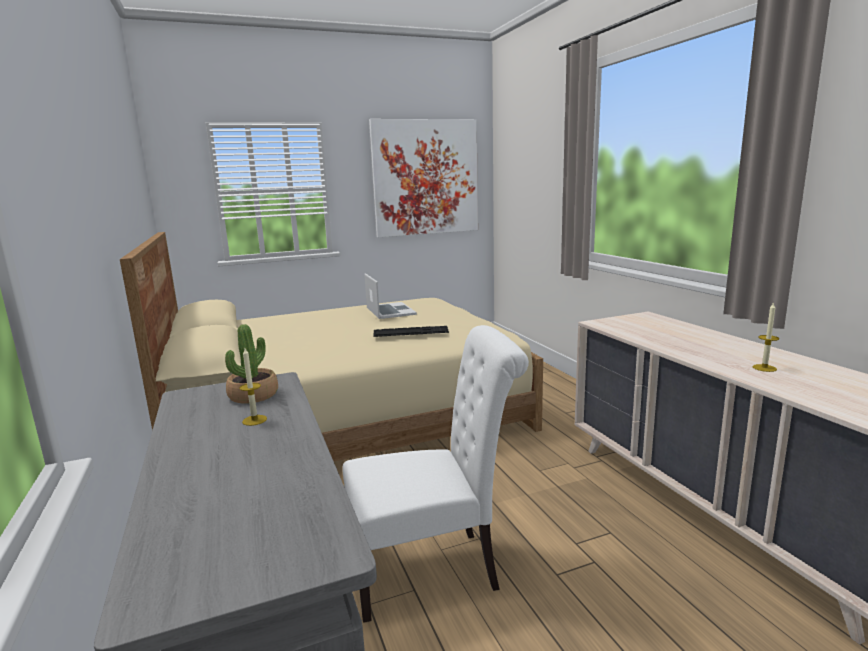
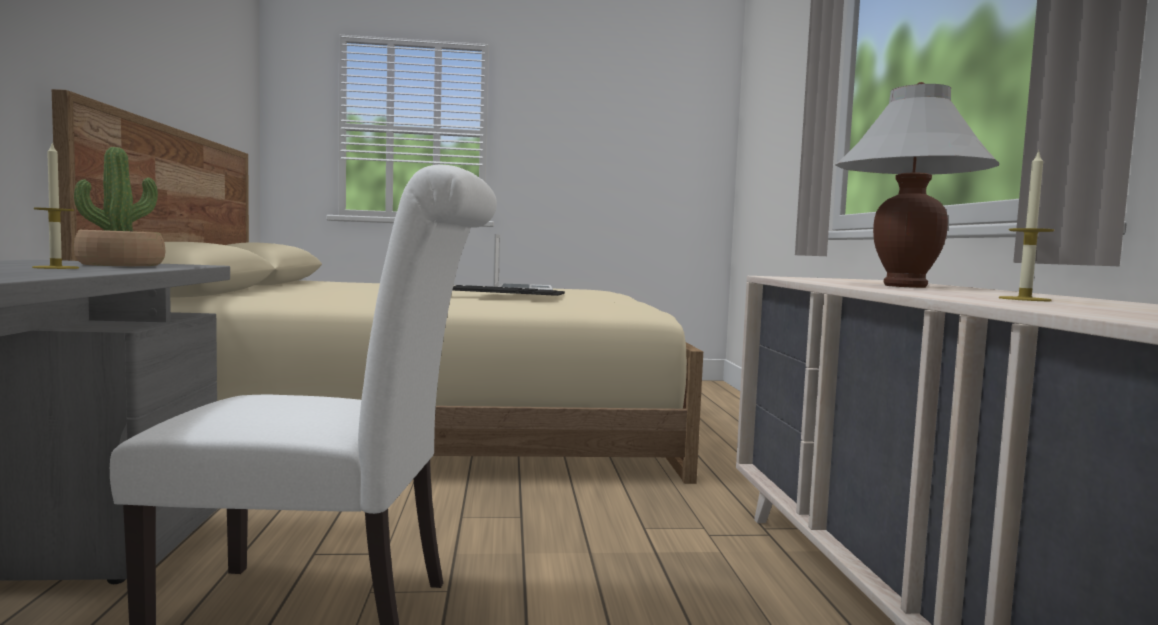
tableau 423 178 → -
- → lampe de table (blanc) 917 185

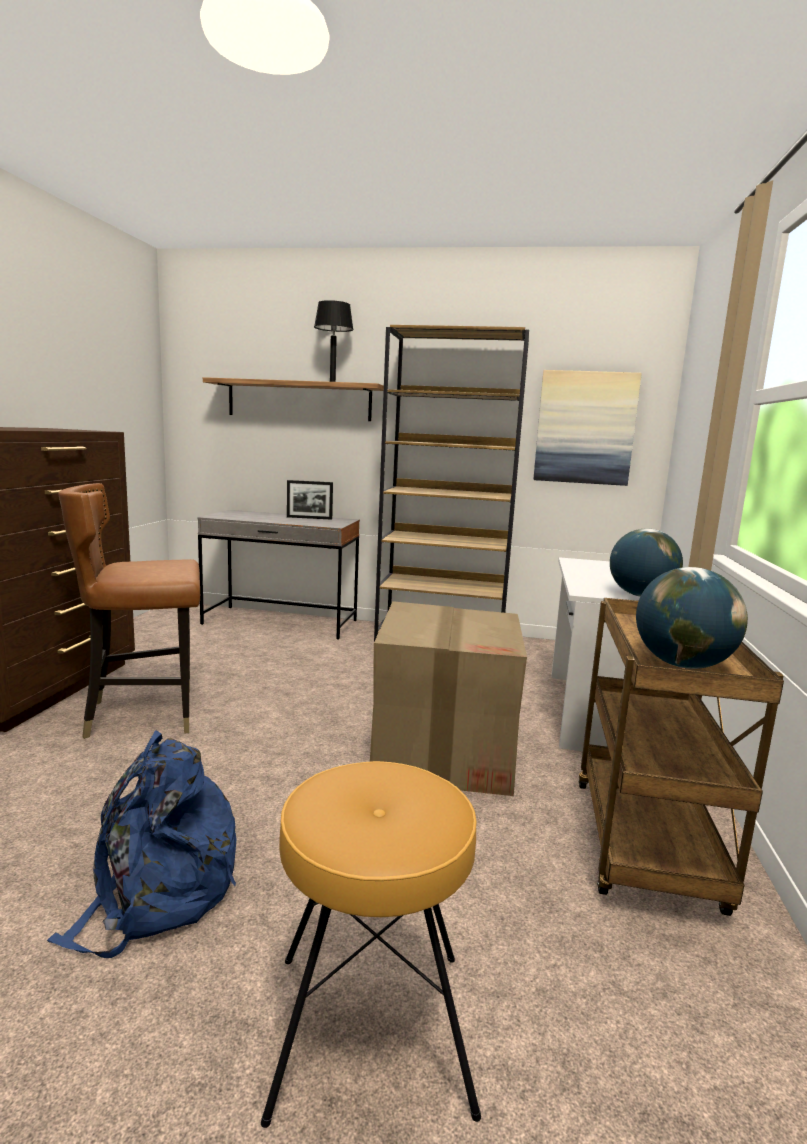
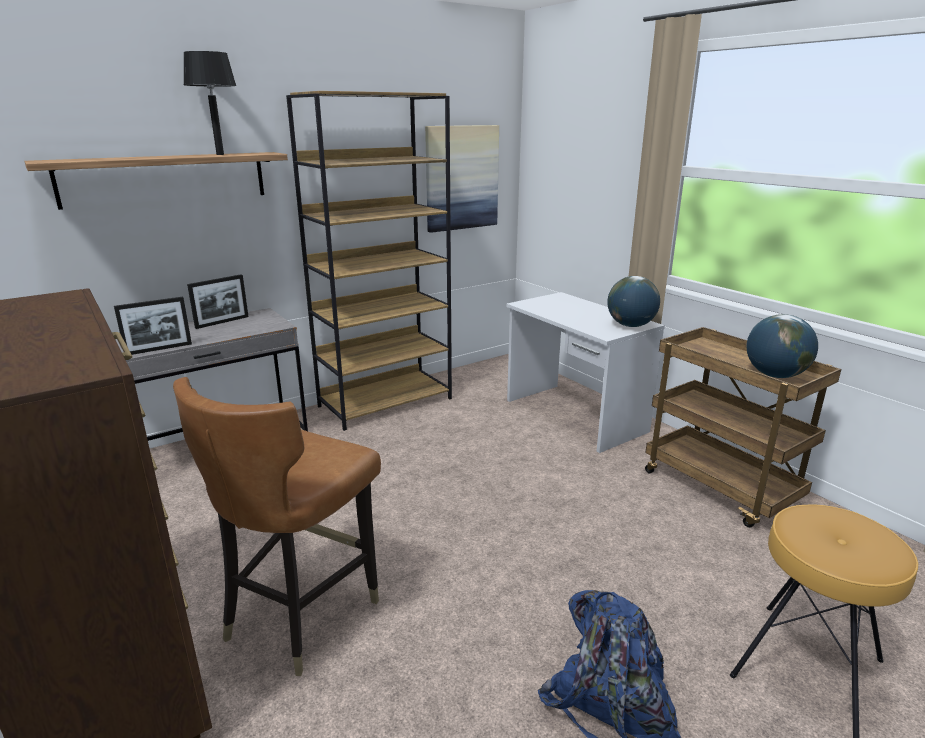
carton 448 698 → -
- → cadre photo 153 325

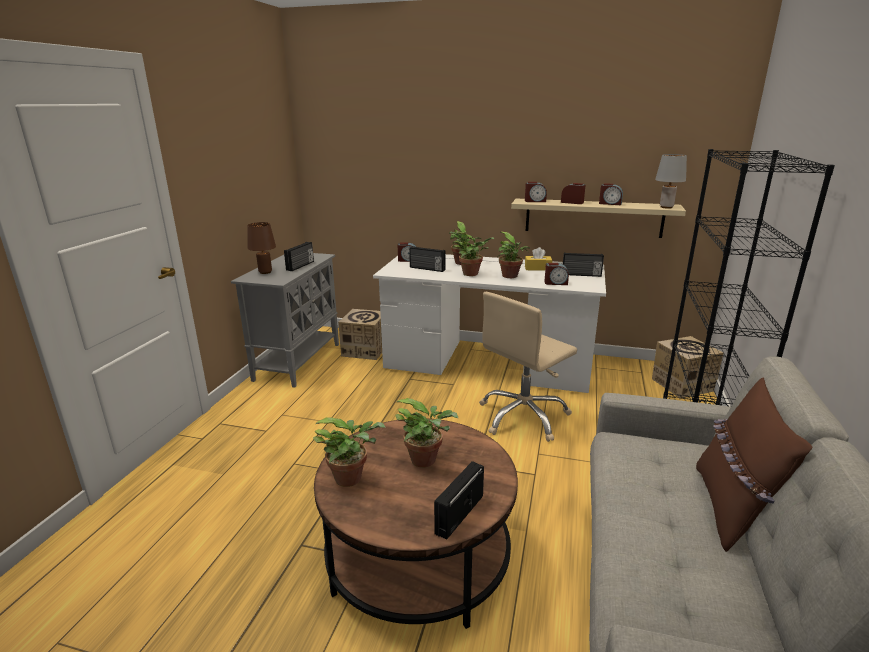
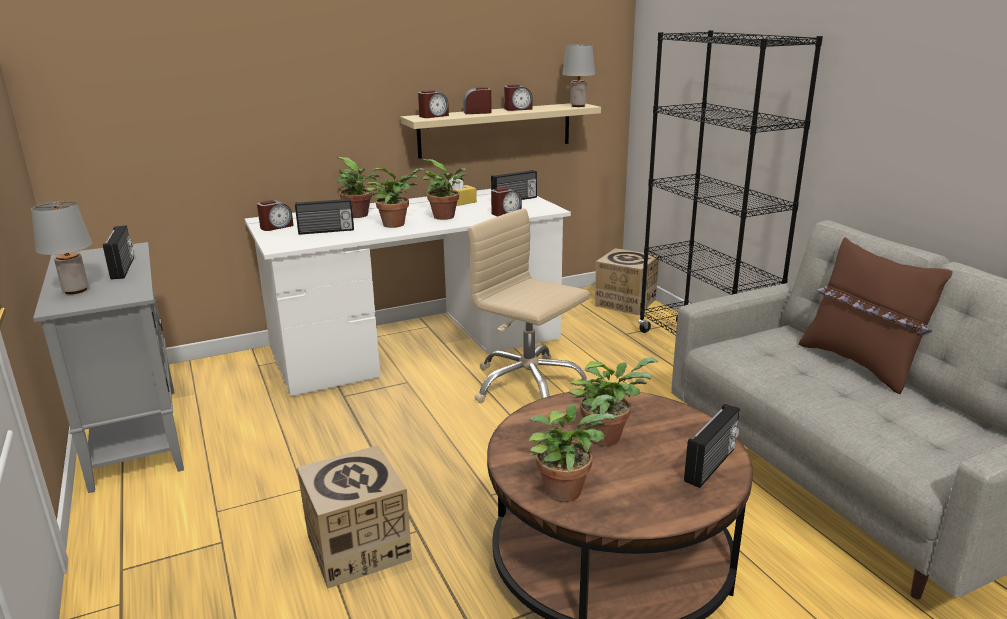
lampe de table (marron) 261 248 → lampe de table (gris) 61 247
chaise de bureau (beige) 528 367 → chaise de bureau (beige) 529 305, 120 degrees clockwise
carton 360 334 → carton 354 517, move
radio 459 500 → radio 712 446, 135 degrees counterclockwise

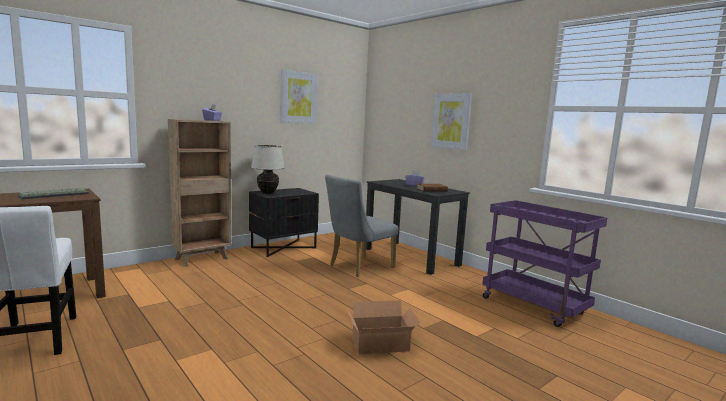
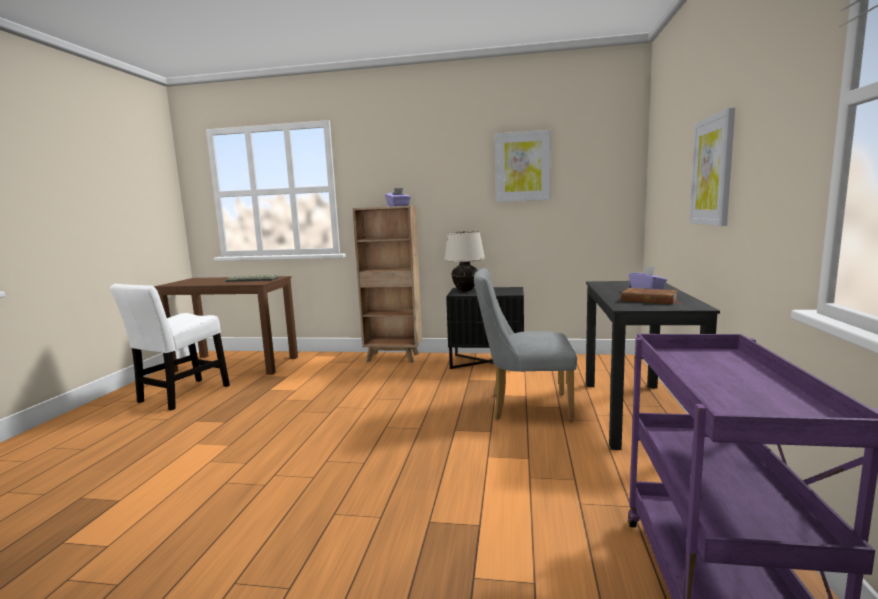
carton 384 327 → -

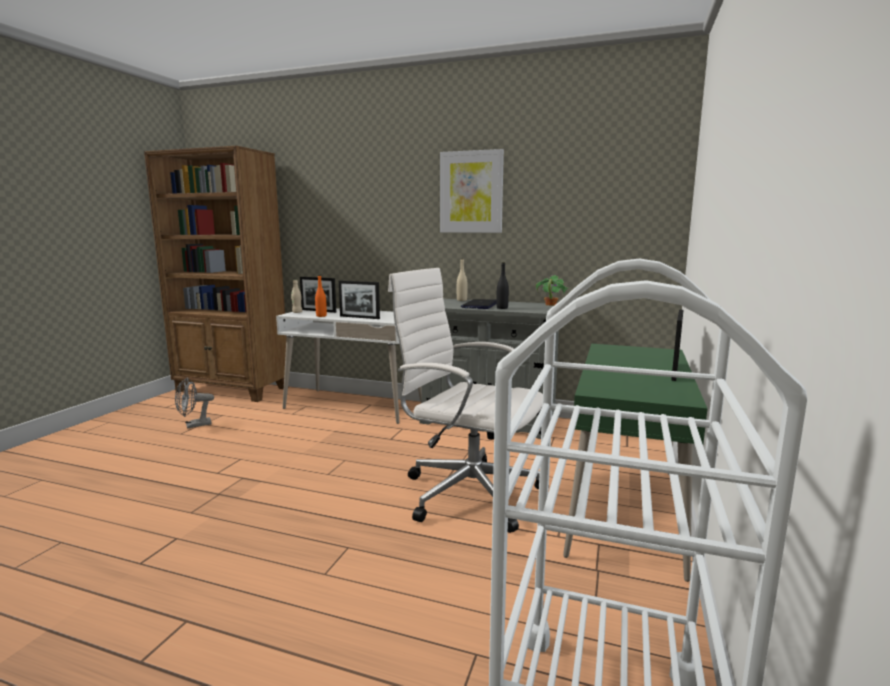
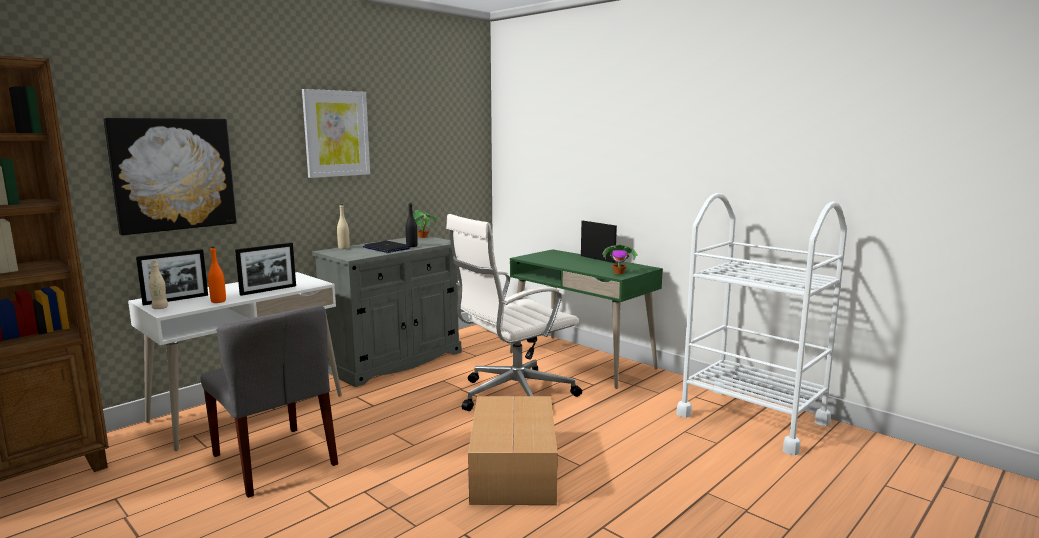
ventilateur (gris) 194 403 → -
- → tableau 170 176
- → plante en pot 620 259
- → chaise (gris) 269 401
- → carton 513 450

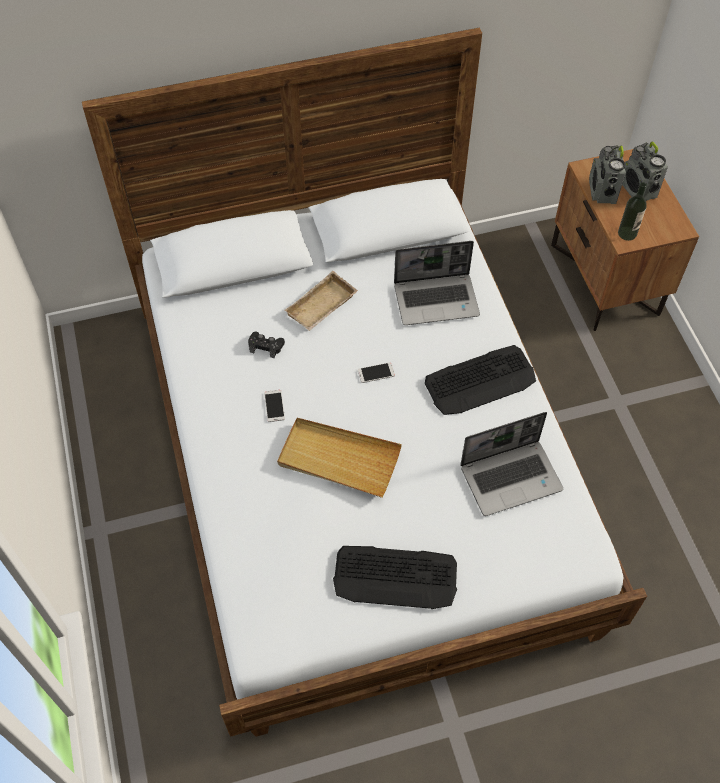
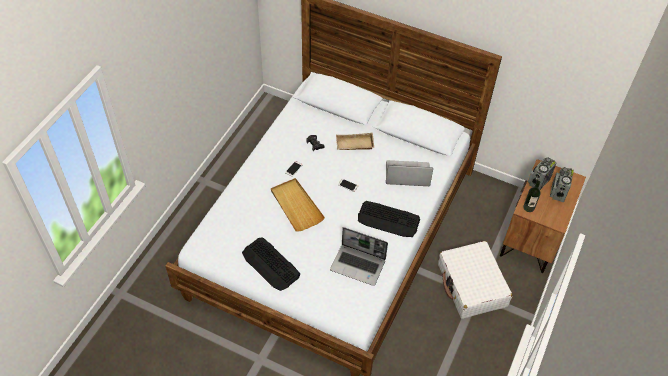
ordinateur portable 437 283 → ordinateur portable 409 173, 150 degrees clockwise
- → valise (blanc) 475 280

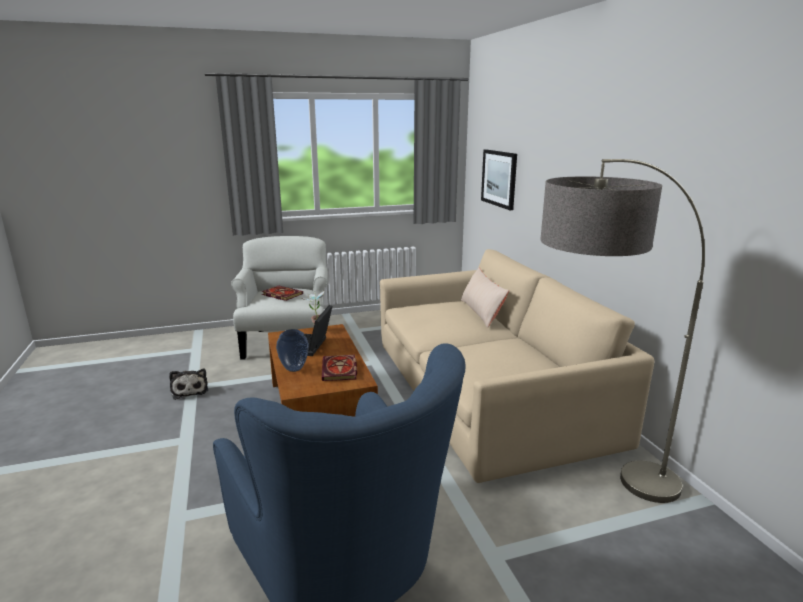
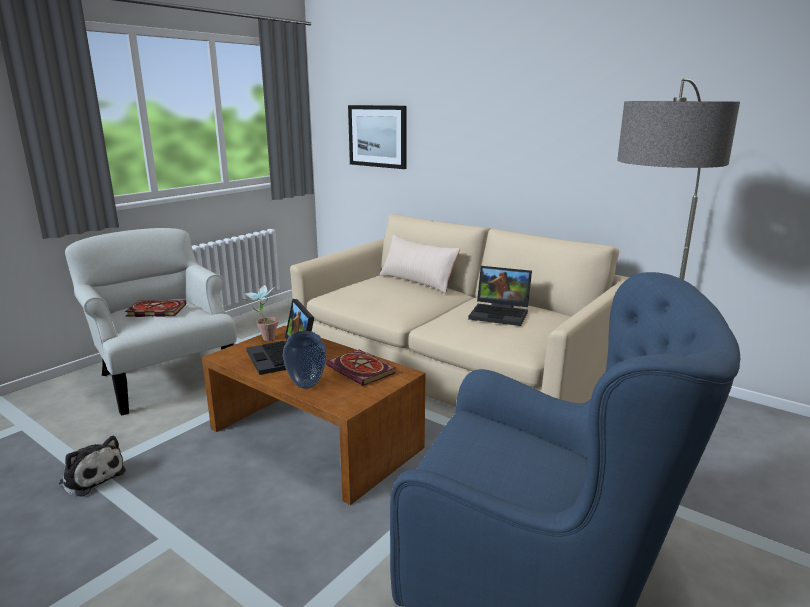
- → ordinateur portable 500 296

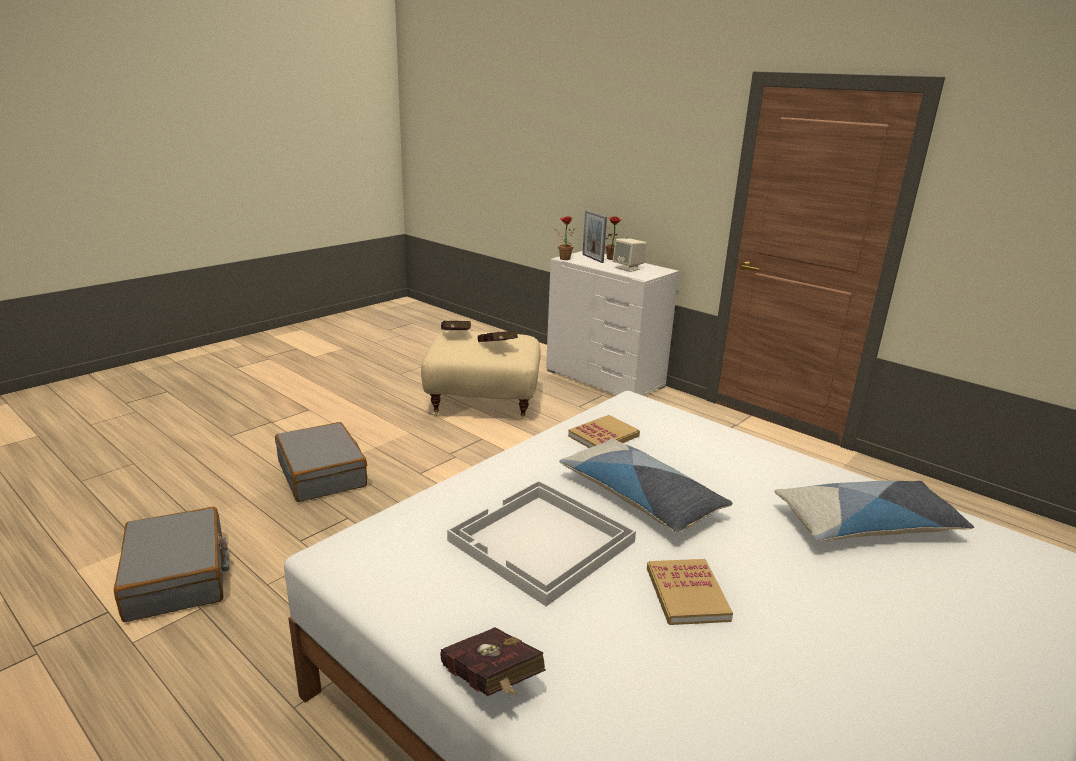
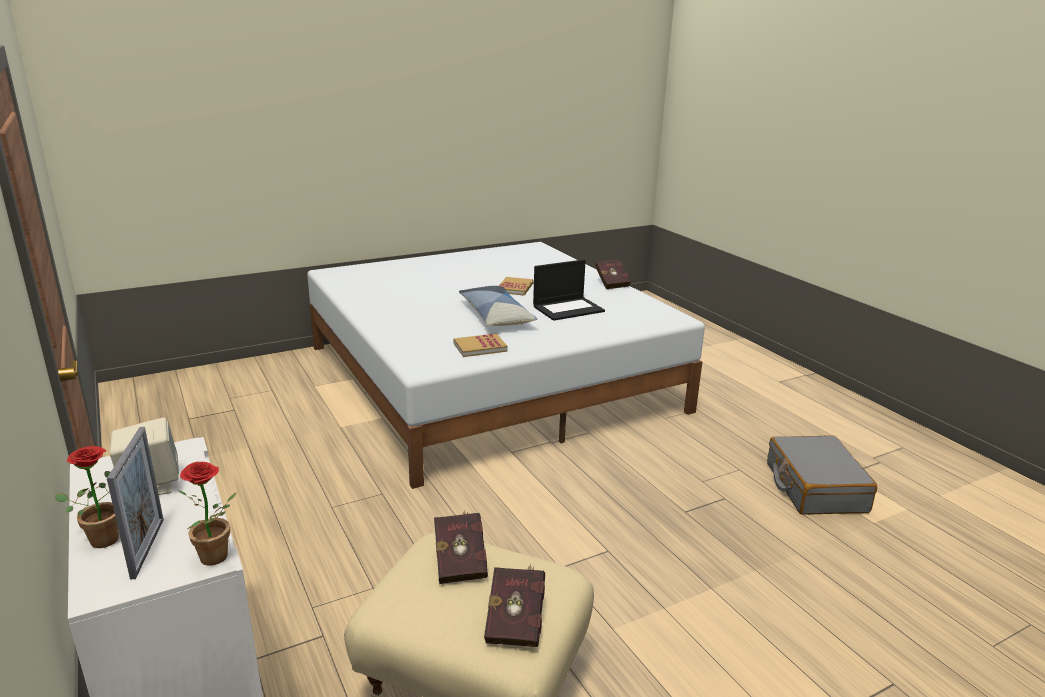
valise (gris) 321 462 → -
plateau (blanc) 541 543 → ordinateur portable 569 290
coussin 874 511 → -

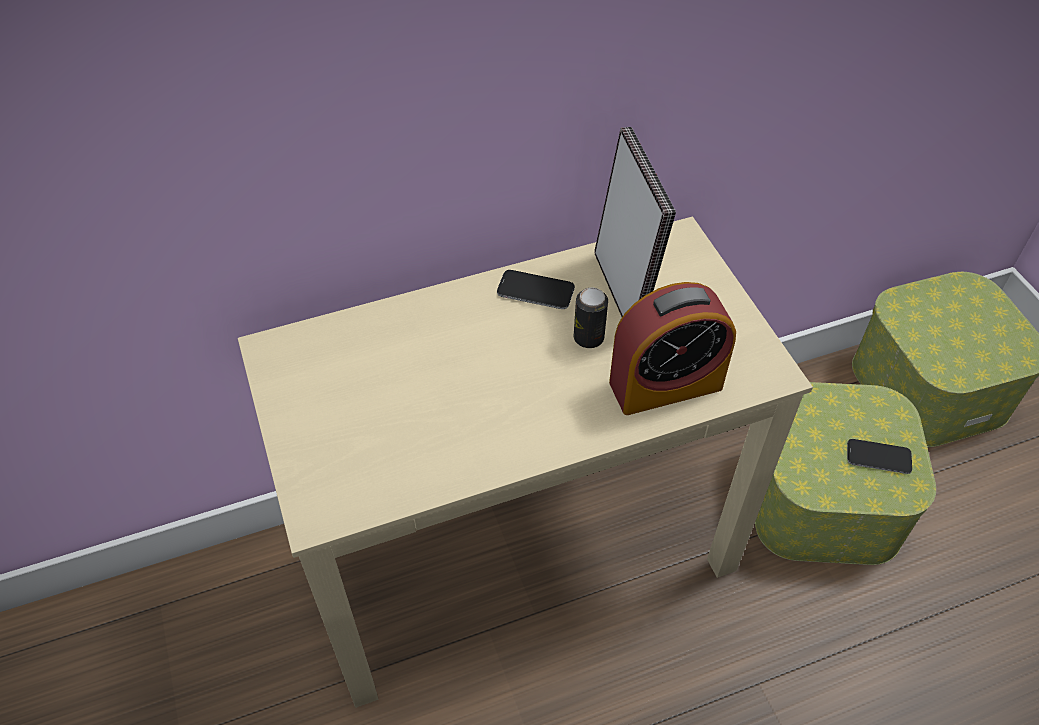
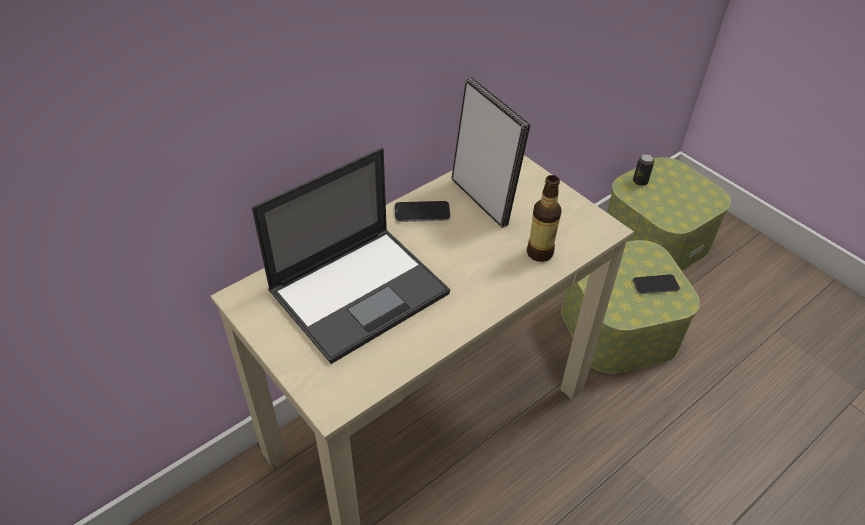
réveil 672 348 → bouteille 544 218
boîte métallique 591 318 → boîte métallique 644 170, move
- → ordinateur portable 350 256

